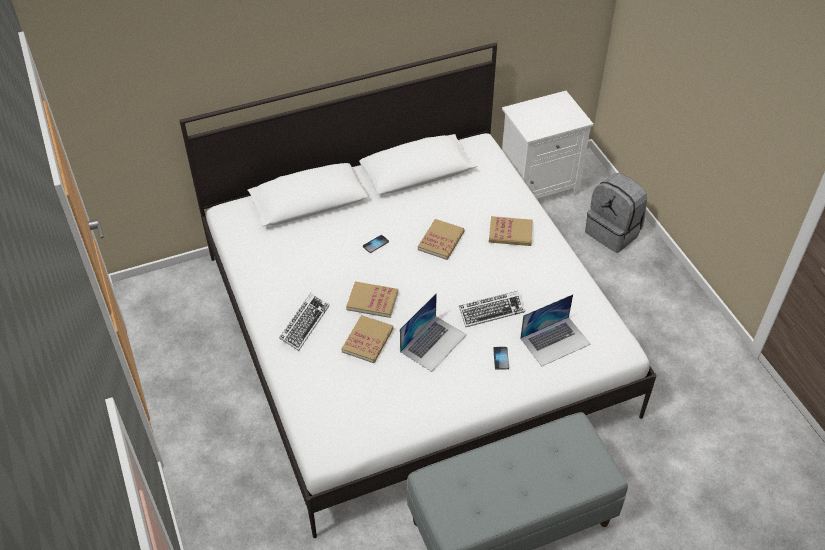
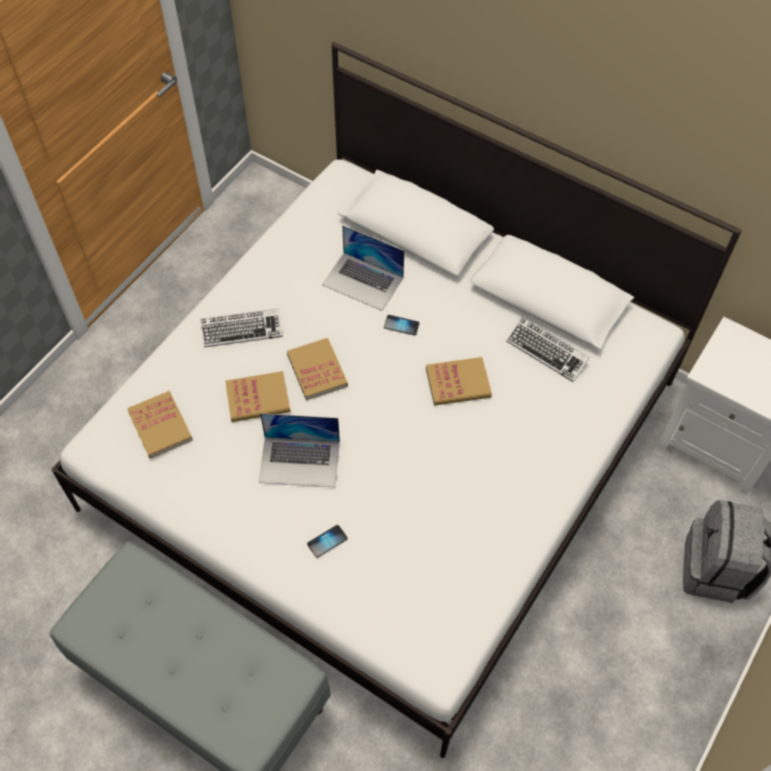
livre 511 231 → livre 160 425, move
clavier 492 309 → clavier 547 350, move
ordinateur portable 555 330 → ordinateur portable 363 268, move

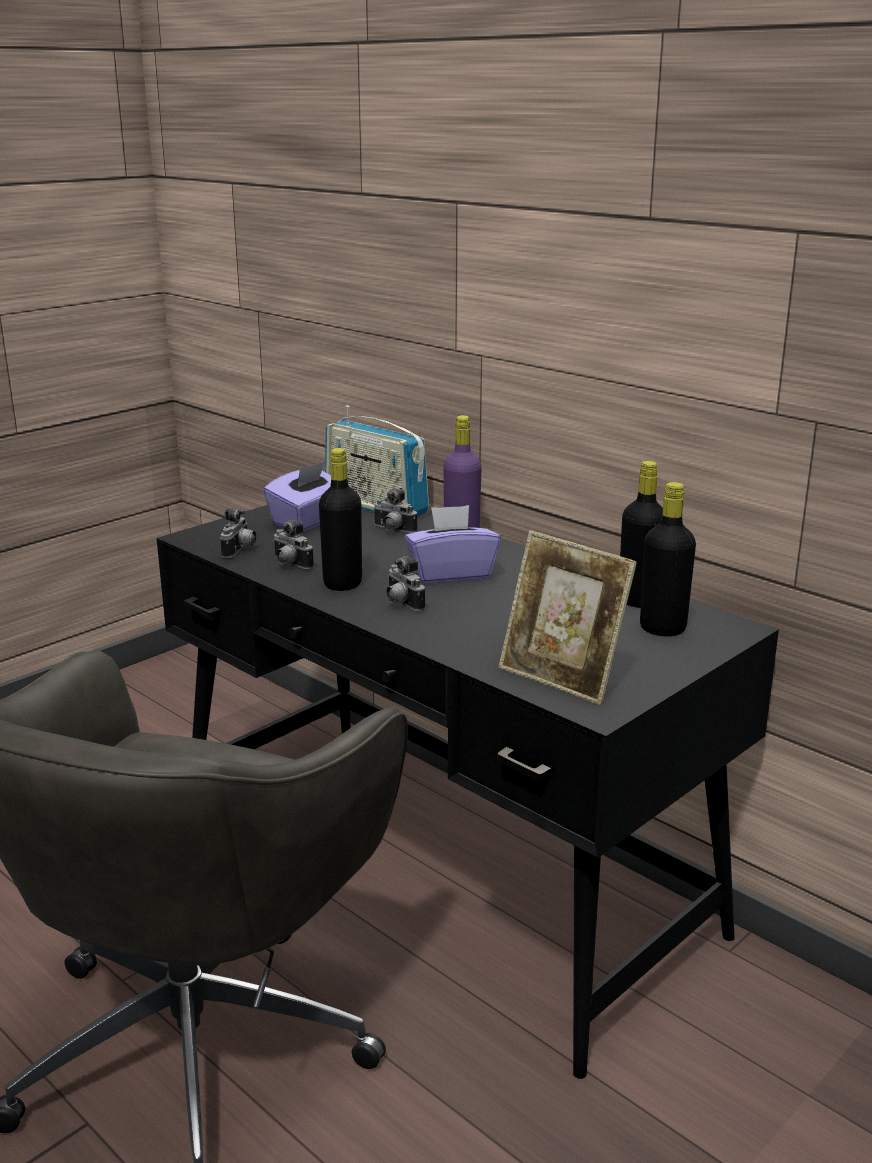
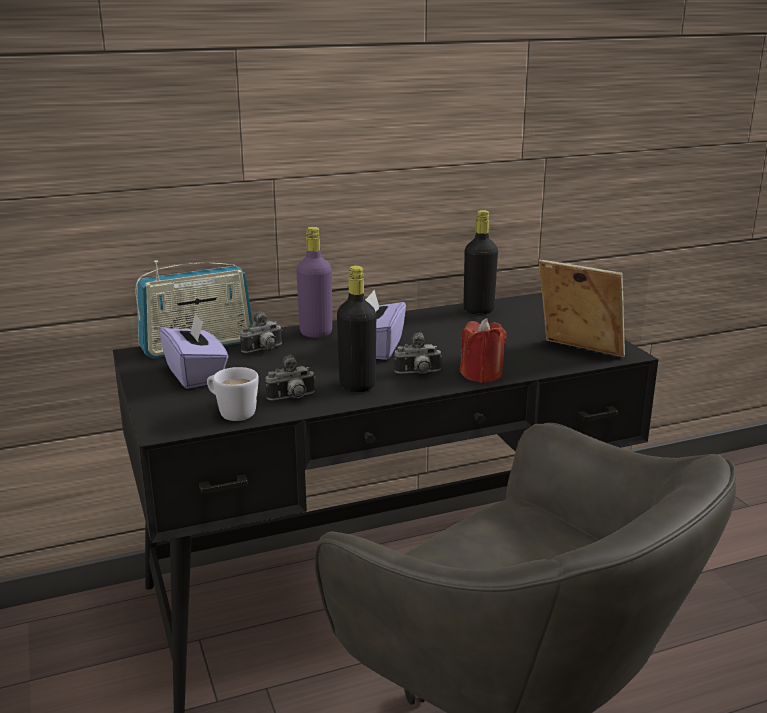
bouteille (noir) 668 559 → -
appareil photo 238 533 → mug (blanc) 233 394
cadre photo 568 617 → cadre photo 582 308, 120 degrees counterclockwise
- → bougie (rouge) 483 350

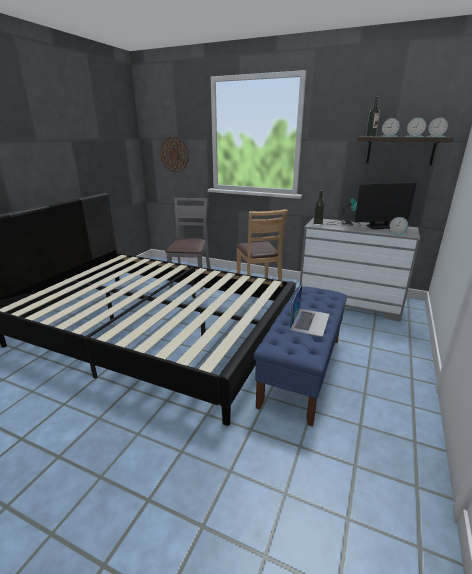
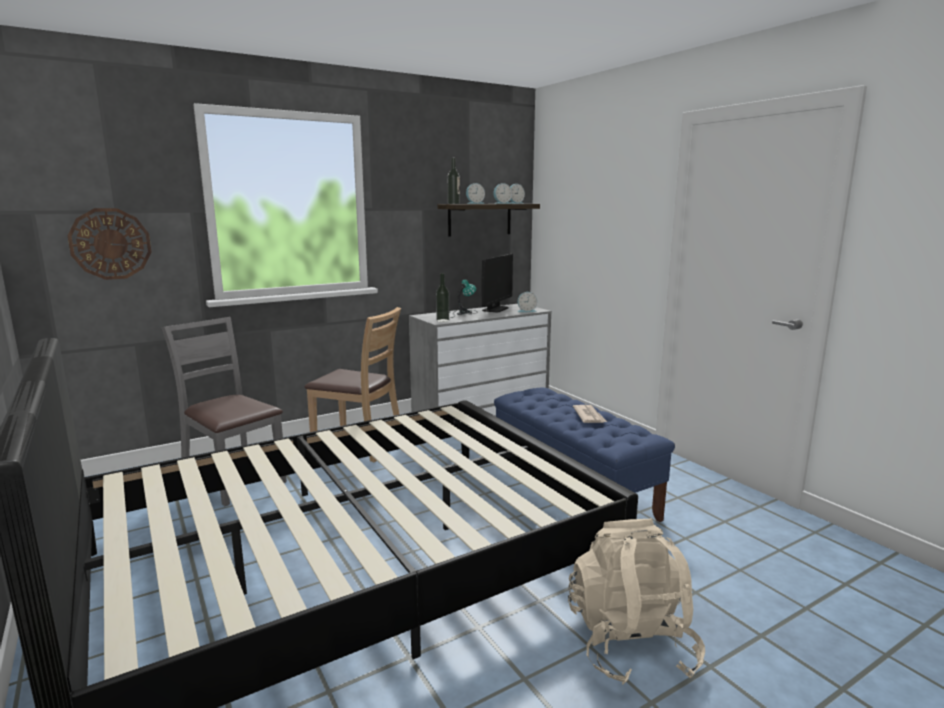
ordinateur portable 310 311 → journal 590 414
- → sac à dos (beige) 636 602

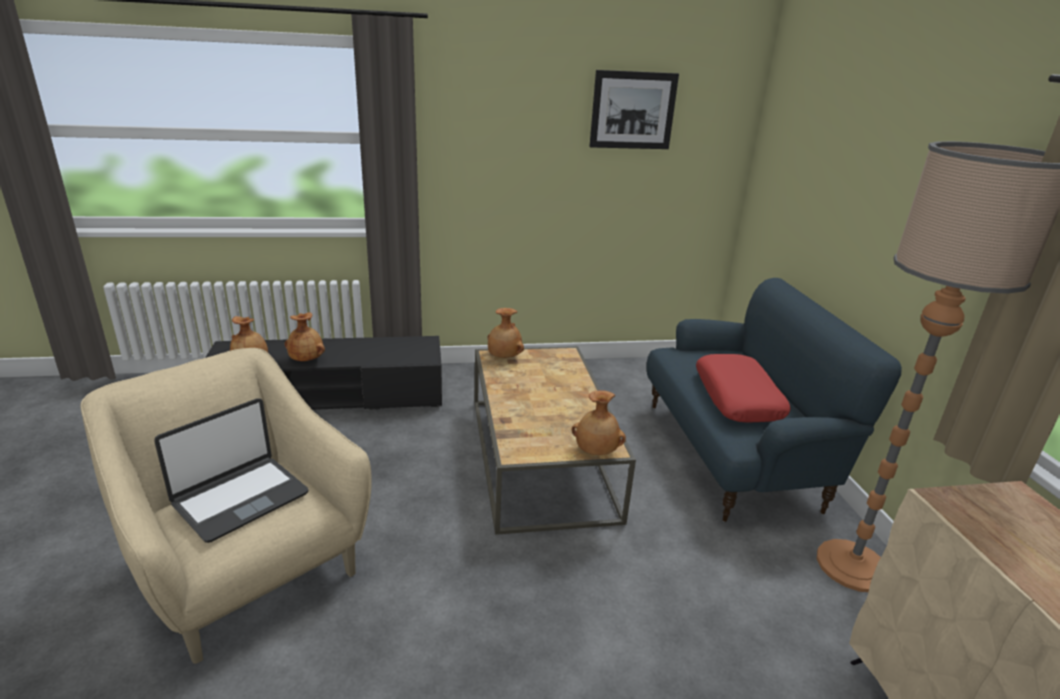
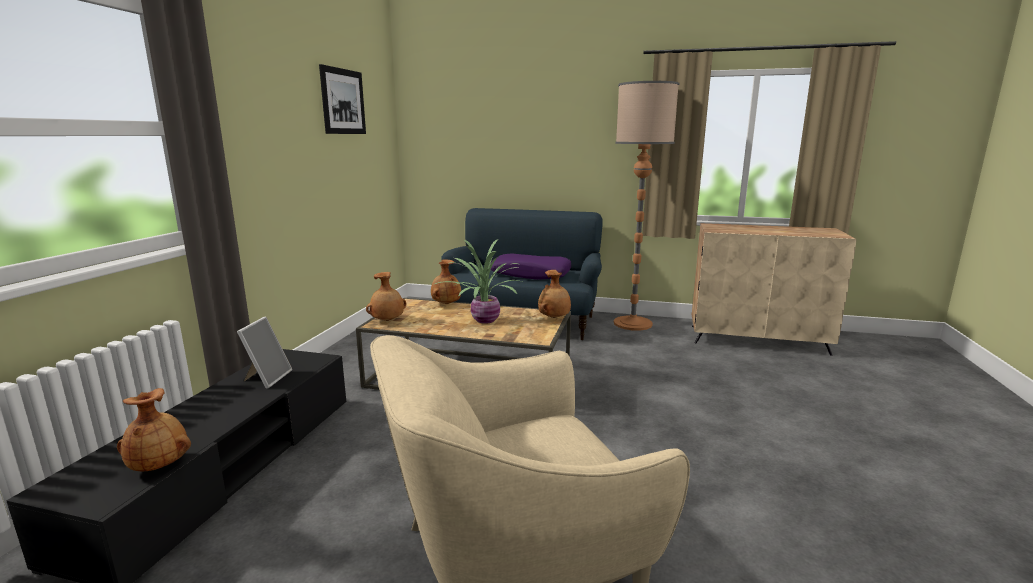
vase (marron) 305 336 → vase (marron) 446 282, move
coussin (rouge) 743 388 → coussin (violet) 531 267
ordinateur portable 231 470 → -
- → plante en pot 477 282
- → cadre photo 264 352

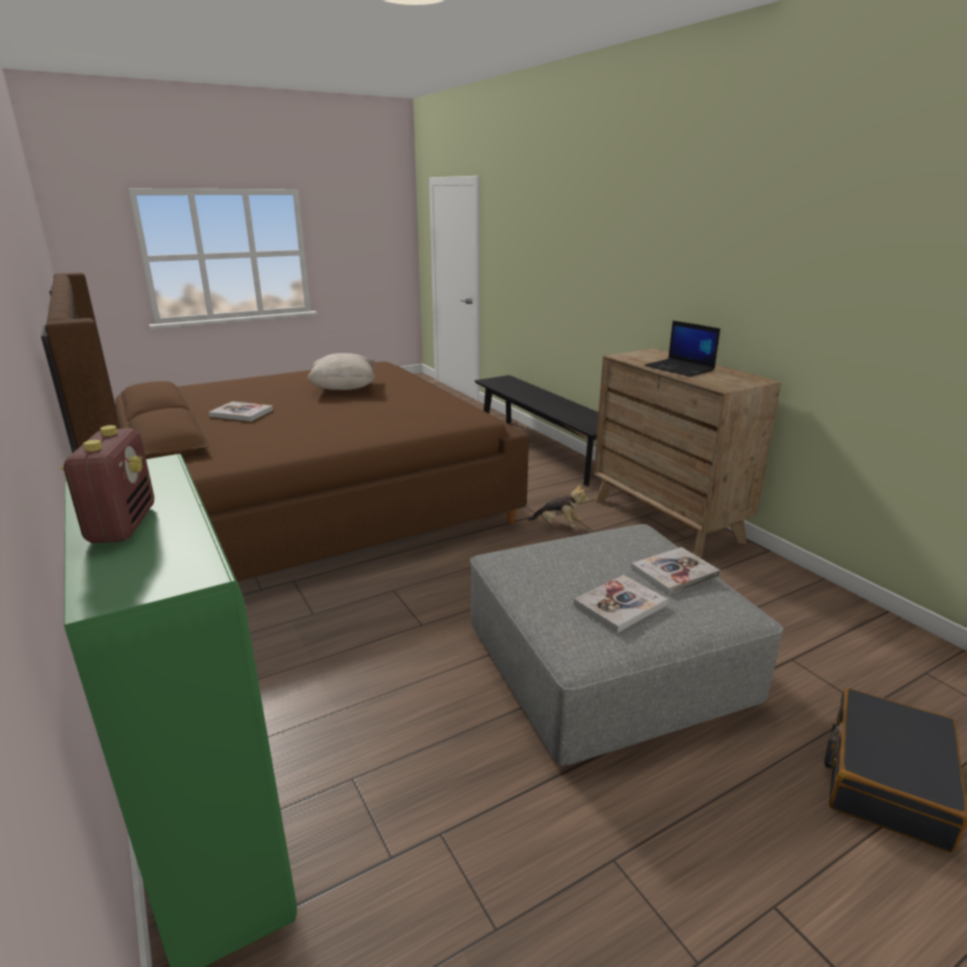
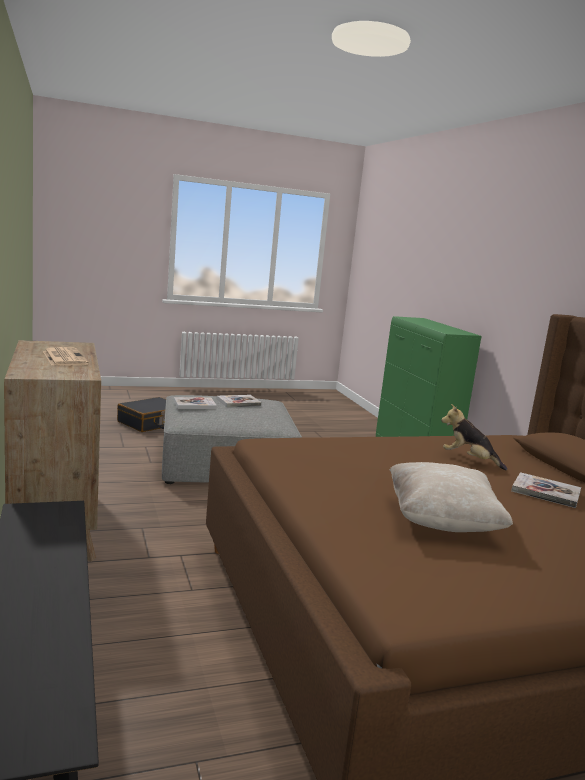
ordinateur portable 682 349 → journal 66 356
radio 107 484 → -
peluche 559 505 → peluche 474 437, move

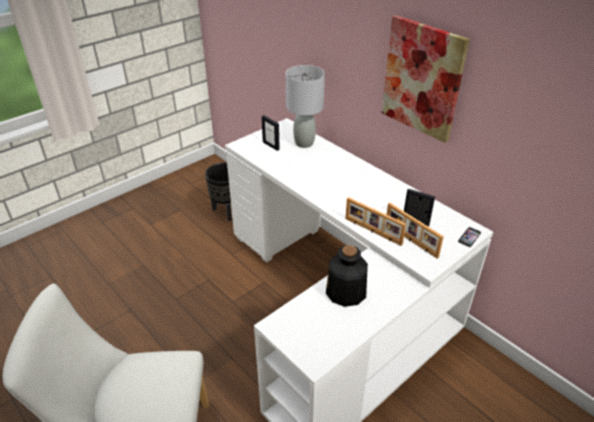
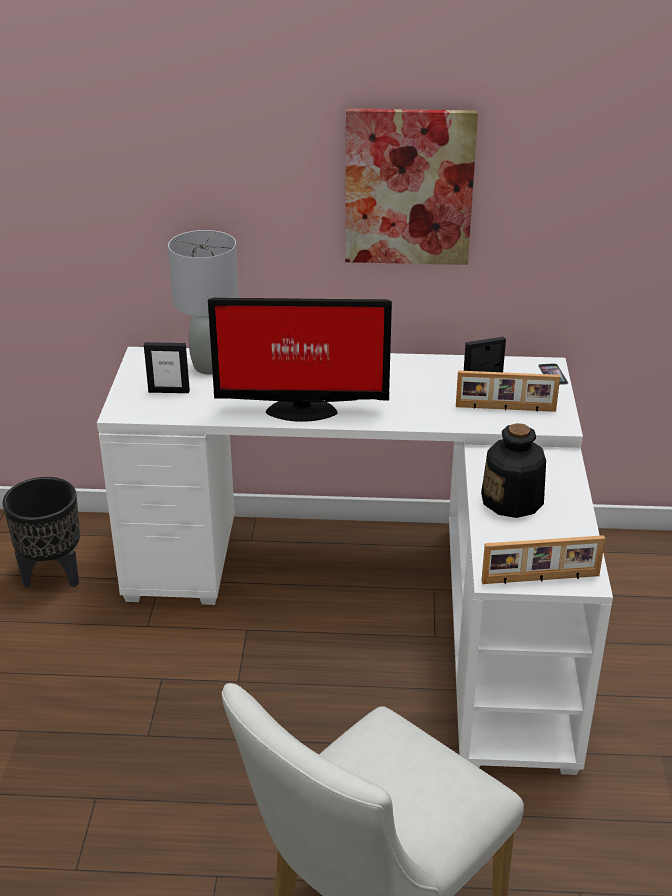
cadre photo 375 221 → cadre photo 543 559, move
- → écran d'ordinateur 300 360

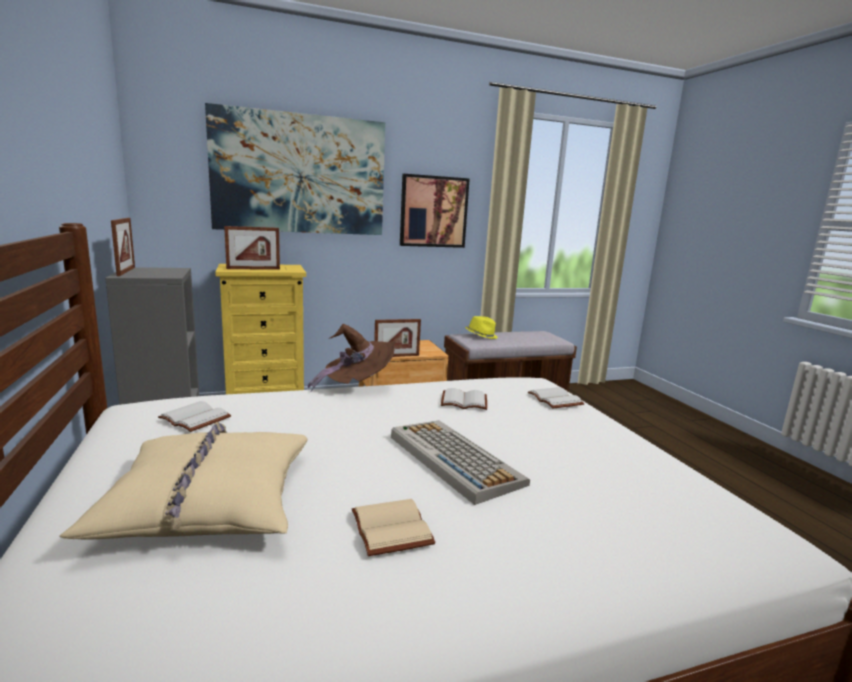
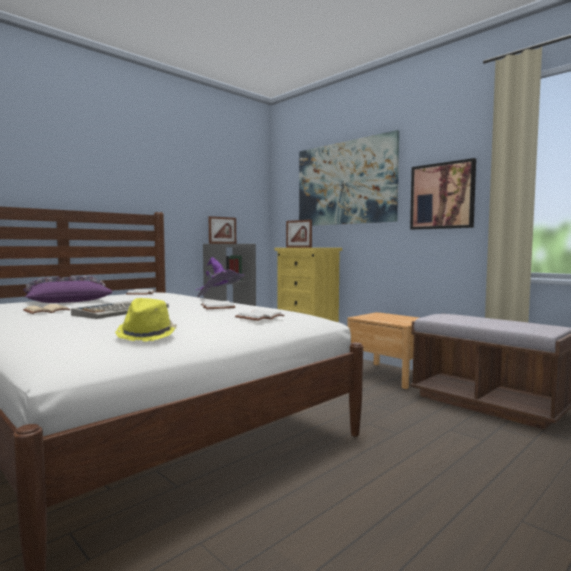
chapeau (jaune) 481 327 → chapeau (jaune) 146 319, move
cadre photo 397 338 → -
chapeau (marron) 352 358 → chapeau (violet) 220 277
coussin (beige) 183 480 → coussin (violet) 67 289

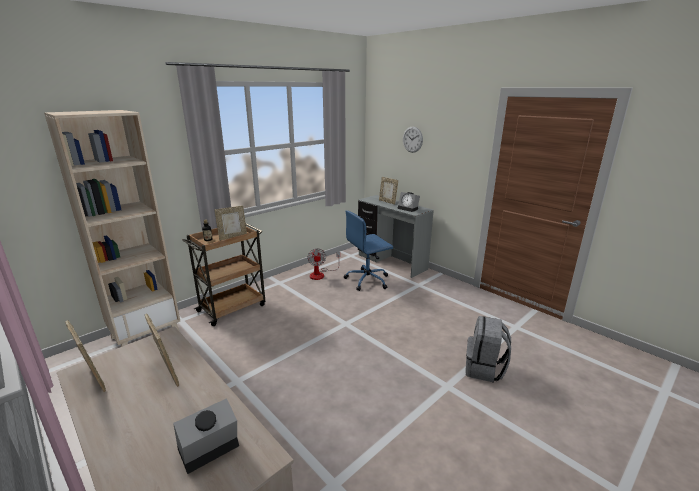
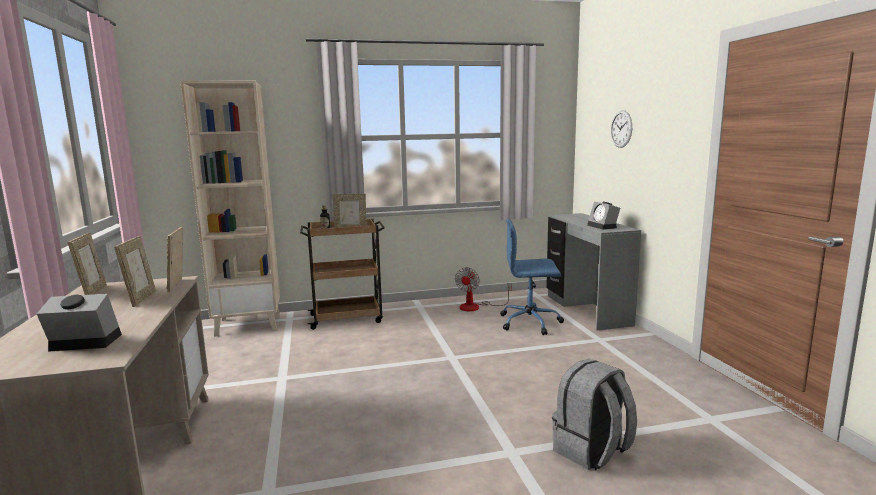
cadre photo 388 191 → cadre photo 175 259, move

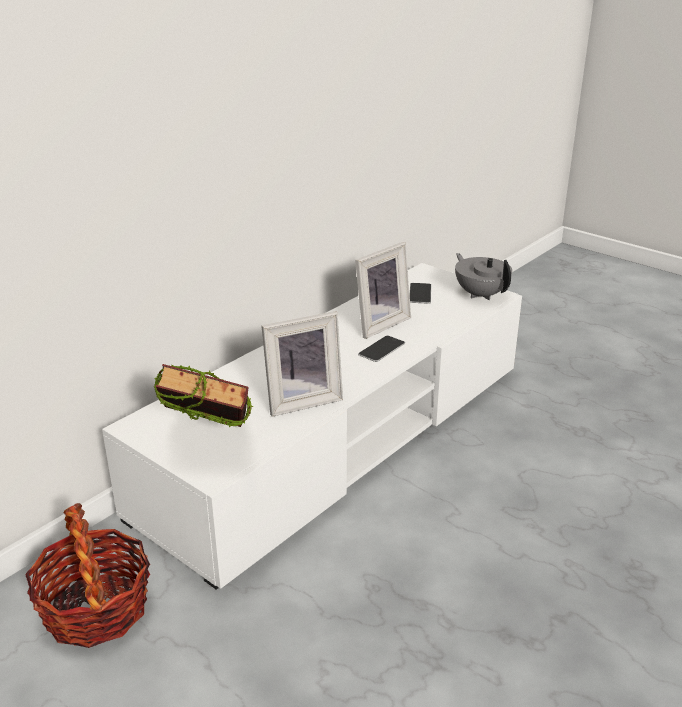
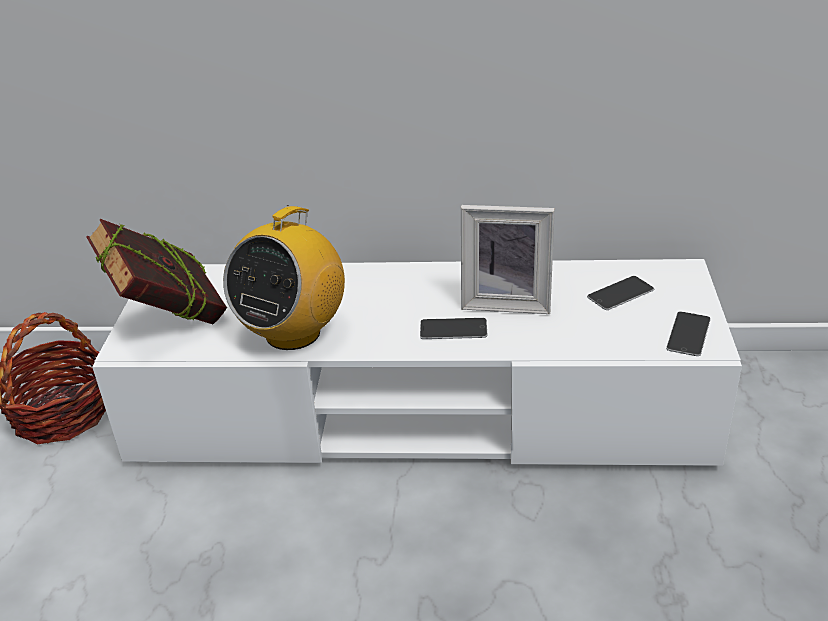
théière (gris) 483 276 → téléphone 688 333
cadre photo 302 364 → radio 284 277

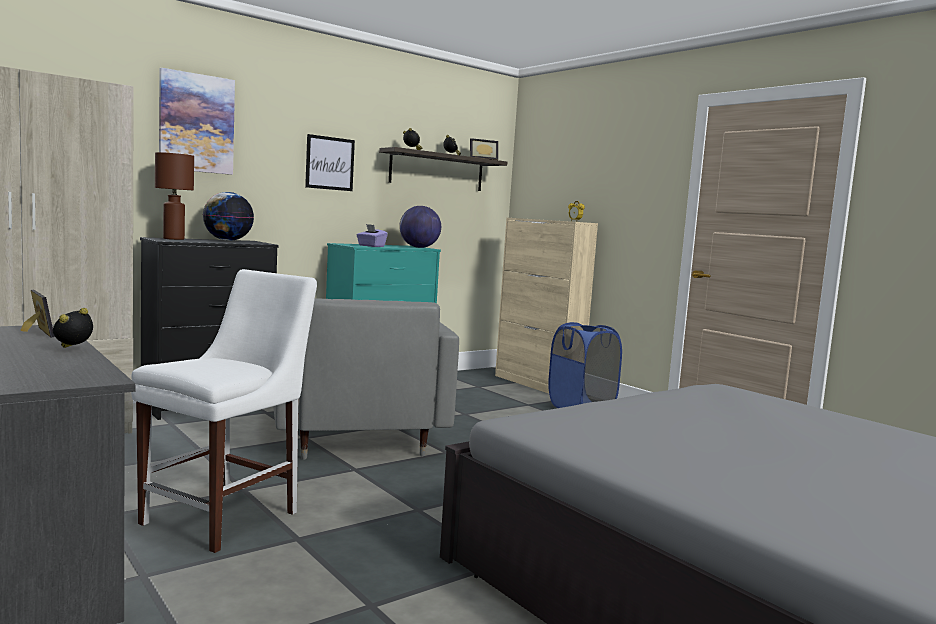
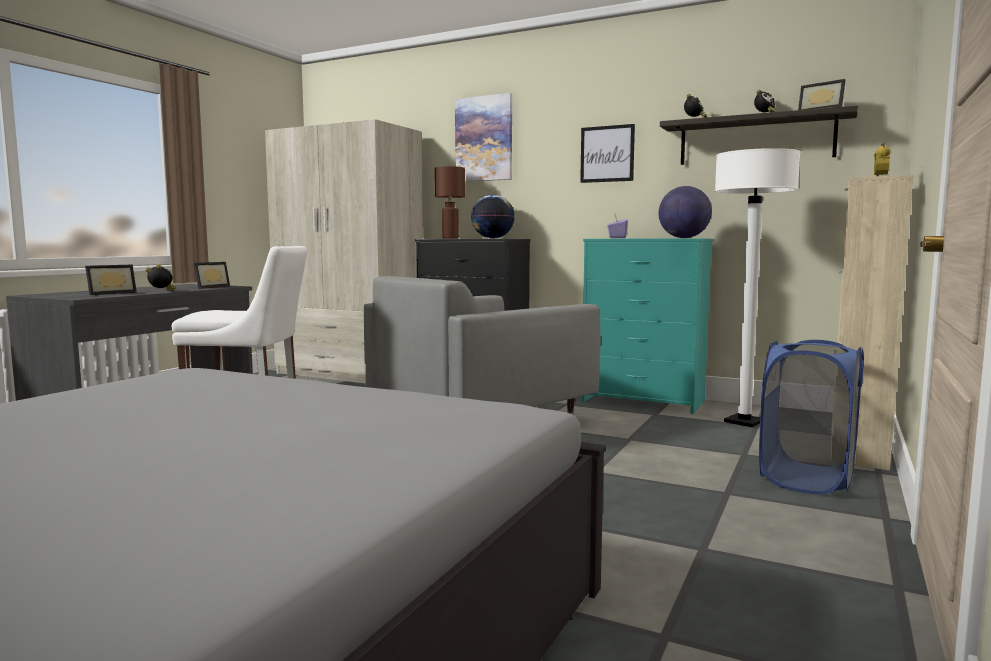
- → lampadaire (blanc) 758 287
- → cadre photo 111 279

